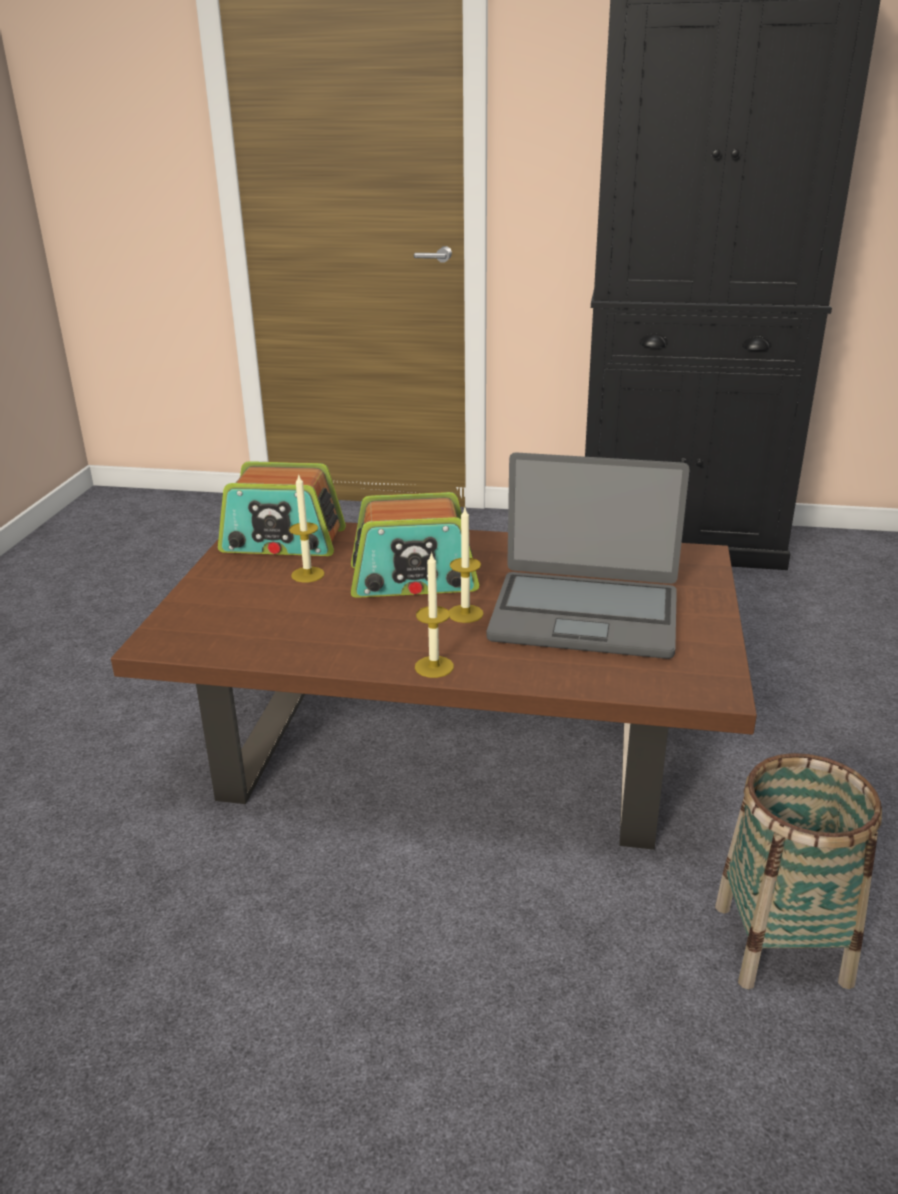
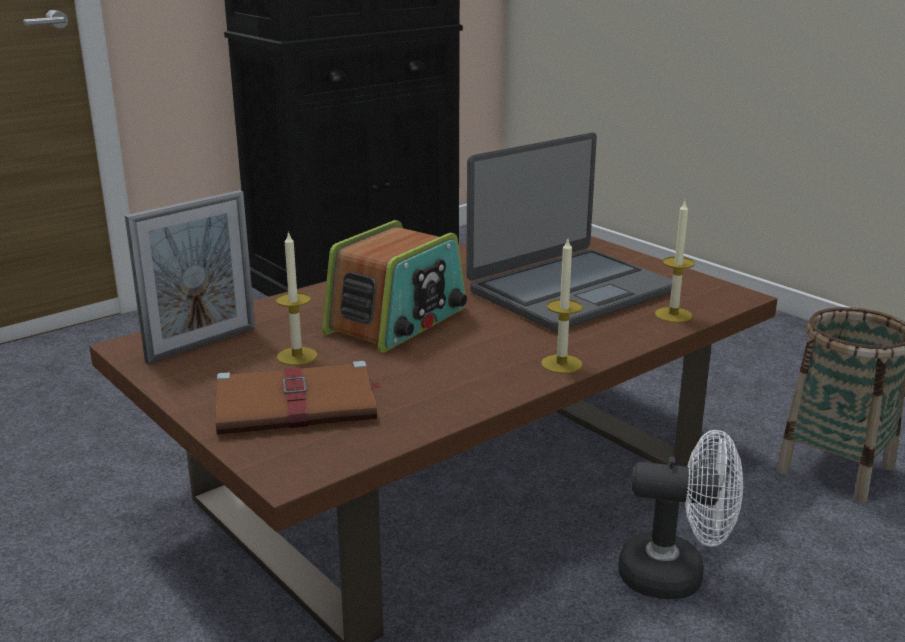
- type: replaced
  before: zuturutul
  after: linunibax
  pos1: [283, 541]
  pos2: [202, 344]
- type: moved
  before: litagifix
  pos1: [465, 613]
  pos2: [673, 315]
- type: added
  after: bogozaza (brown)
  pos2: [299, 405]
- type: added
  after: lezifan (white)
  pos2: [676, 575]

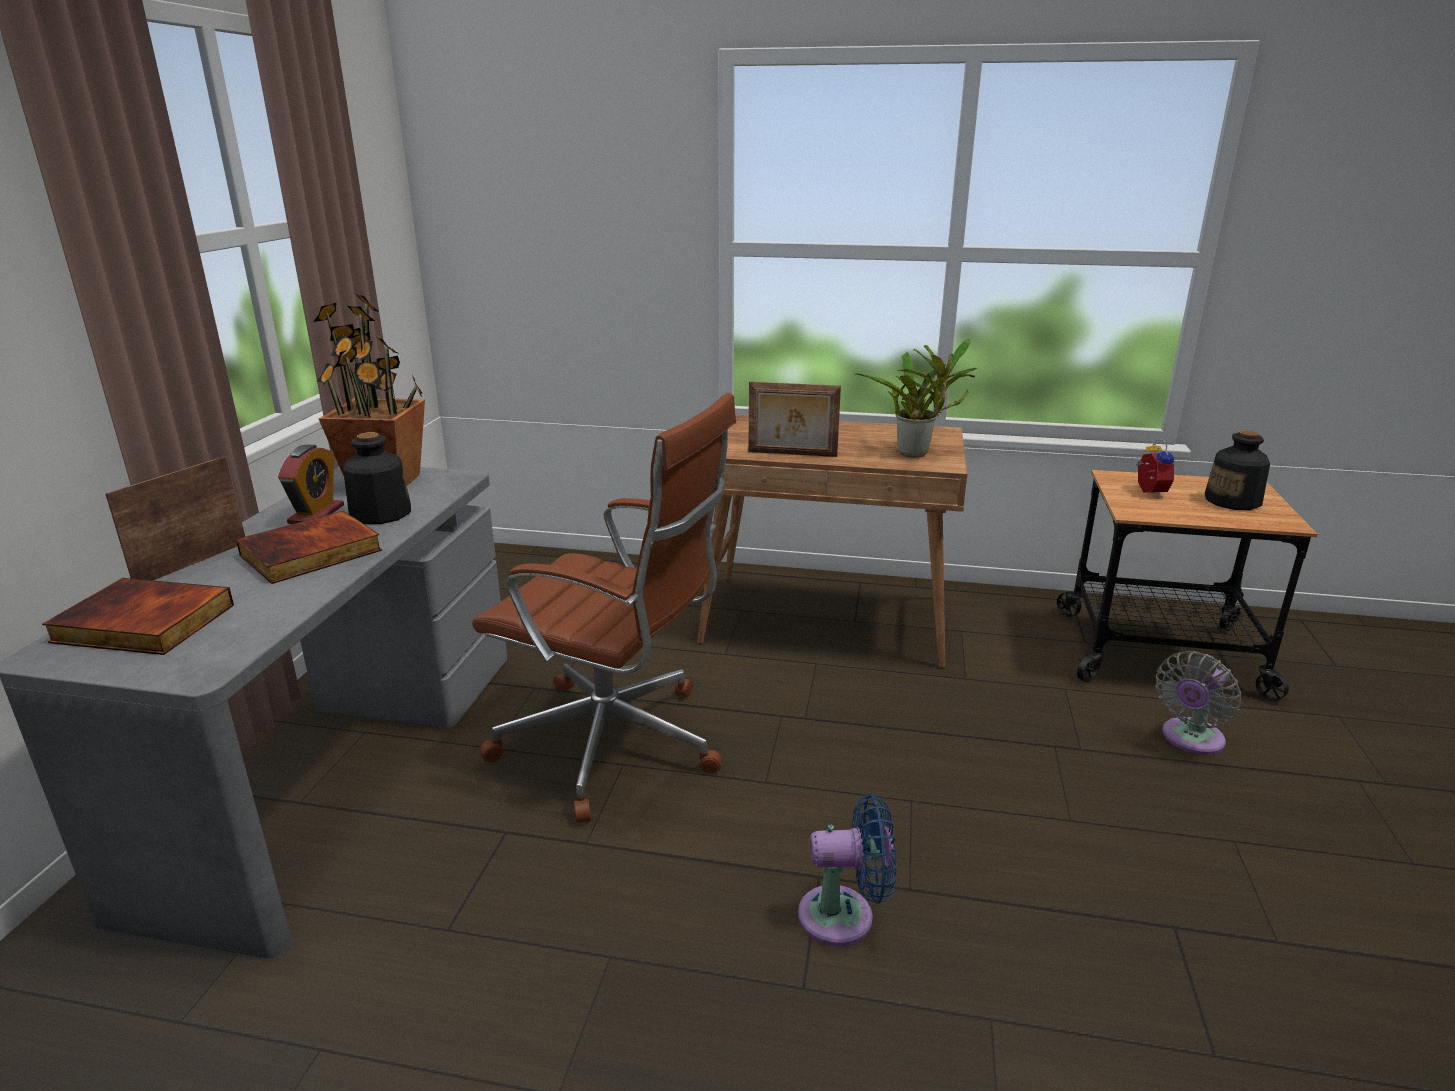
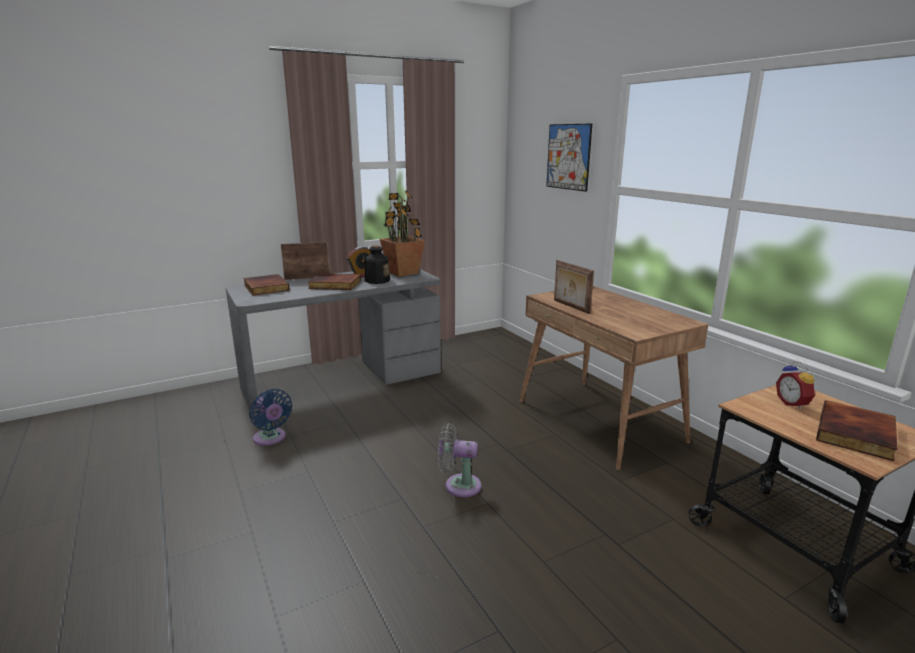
- type: removed
  before: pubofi
  pos1: [917, 453]
- type: removed
  before: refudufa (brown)
  pos1: [616, 745]
- type: replaced
  before: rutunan
  after: bogozaza
  pos1: [1233, 501]
  pos2: [857, 434]
- type: turned
  before: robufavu
  pos1: [1148, 492]
  pos2: [793, 404]
  turn: 120
- type: moved
  before: lezifan (grey)
  pos1: [1190, 740]
  pos2: [459, 485]
- type: moved
  before: lezifan (blue)
  pos1: [844, 916]
  pos2: [271, 439]
- type: added
  after: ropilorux
  pos2: [568, 157]

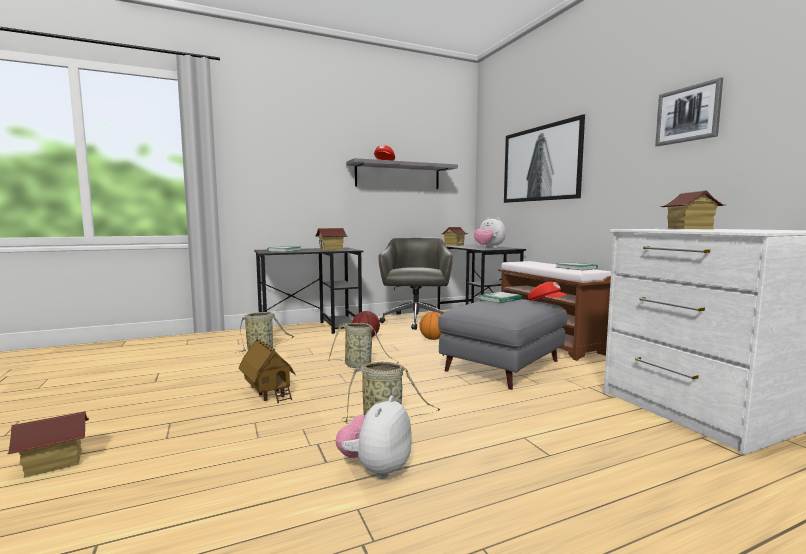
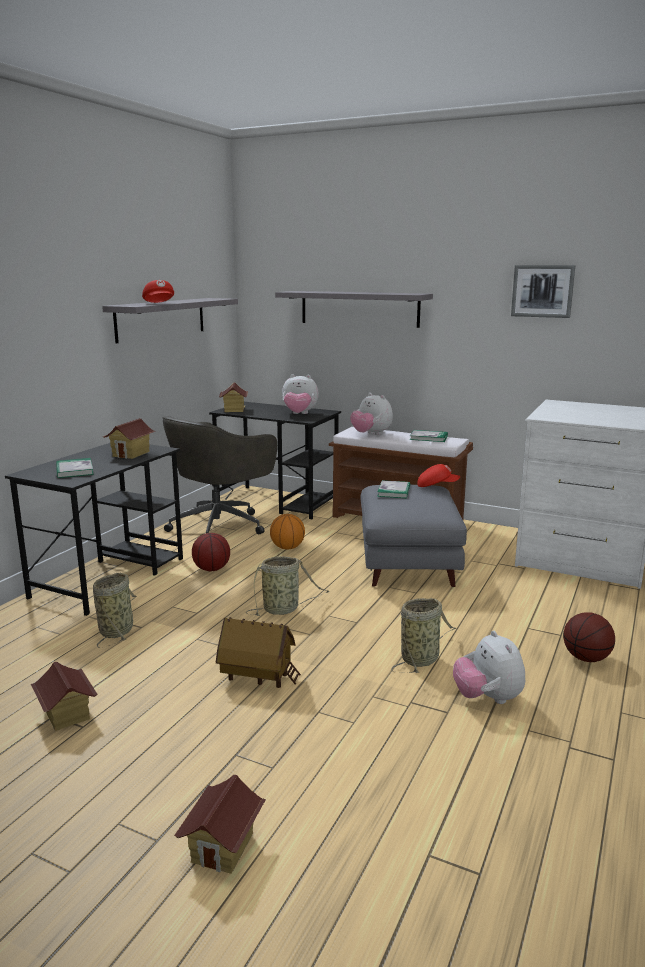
- type: replaced
  before: ropilorux
  after: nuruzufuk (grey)
  pos1: [541, 164]
  pos2: [359, 308]
- type: moved
  before: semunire
  pos1: [689, 229]
  pos2: [66, 715]
- type: turned
  before: refudufa (grey)
  pos1: [415, 321]
  pos2: [220, 526]
  turn: -105
- type: added
  after: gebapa
  pos2: [371, 434]
- type: added
  after: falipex
  pos2: [586, 658]

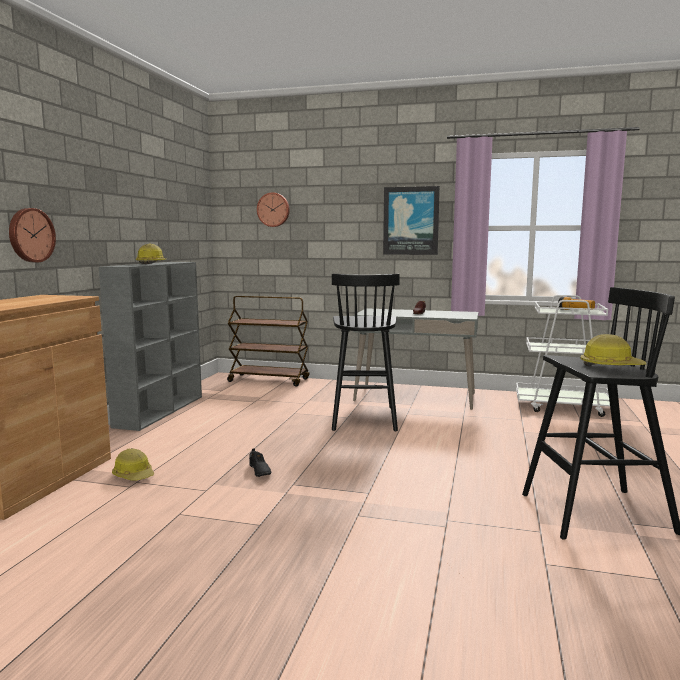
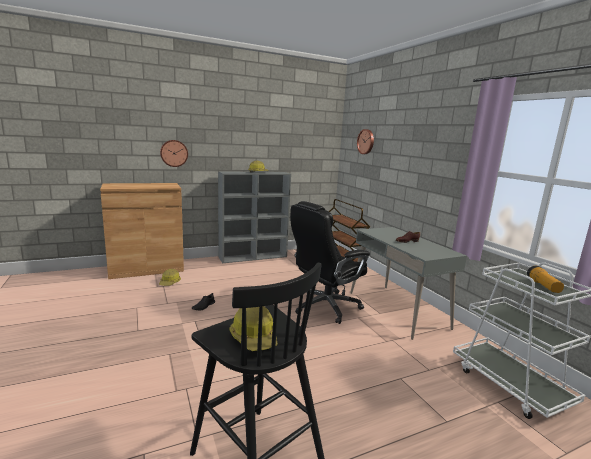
- type: removed
  before: ropilorux
  pos1: [411, 221]
- type: replaced
  before: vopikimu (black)
  after: refudufa (black)
  pos1: [364, 418]
  pos2: [324, 306]

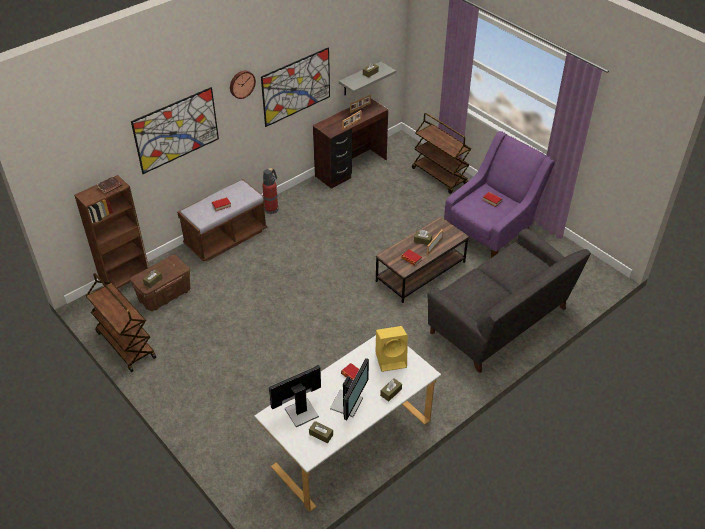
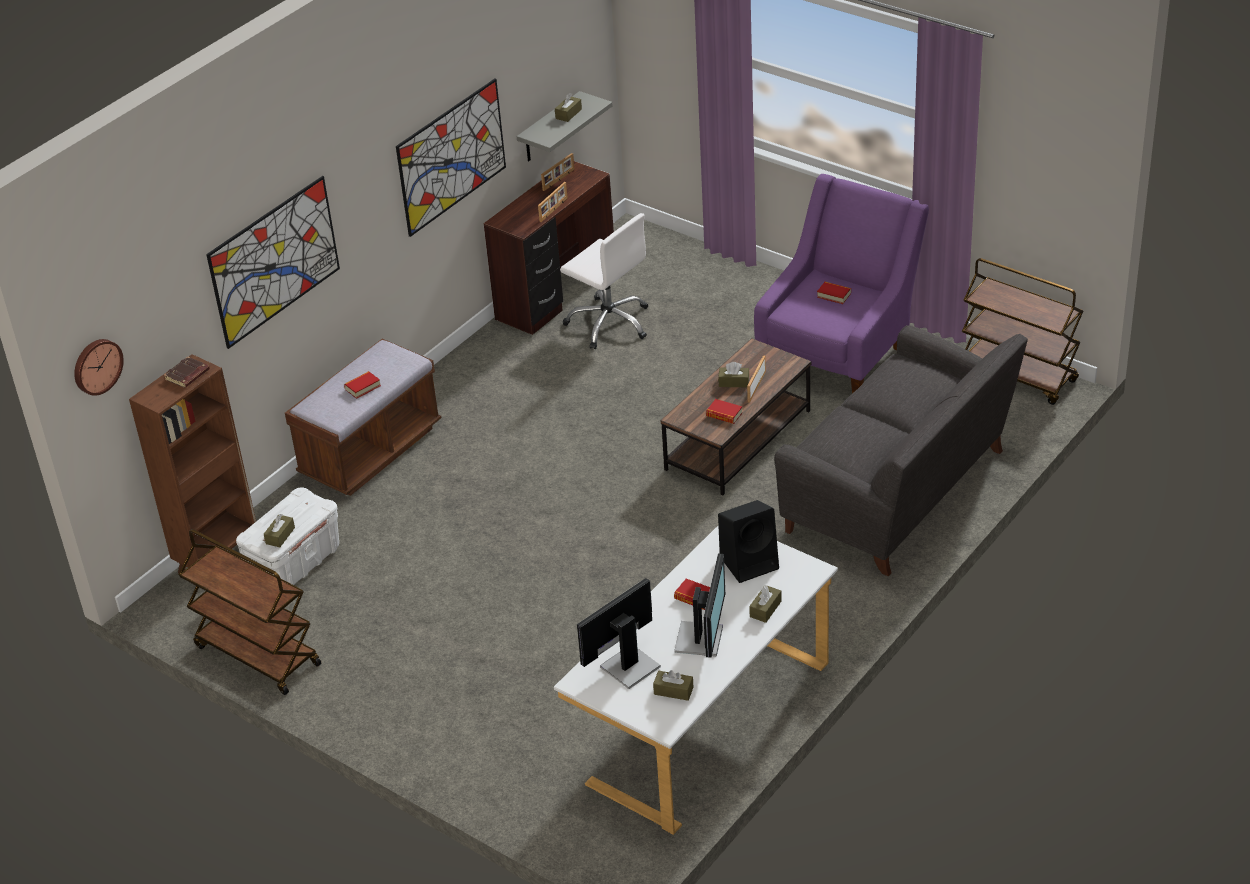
- type: moved
  before: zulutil
  pos1: [241, 84]
  pos2: [96, 366]
- type: moved
  before: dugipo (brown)
  pos1: [440, 176]
  pos2: [1018, 375]
- type: removed
  before: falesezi
  pos1: [272, 209]
- type: recoloured
  before: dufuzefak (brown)
  after: dufuzefak (white)
  pos1: [165, 294]
  pos2: [295, 563]
- type: recoloured
  before: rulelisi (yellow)
  after: rulelisi (black)
  pos1: [391, 359]
  pos2: [750, 562]
- type: added
  after: refudufa (white)
  pos2: [609, 323]

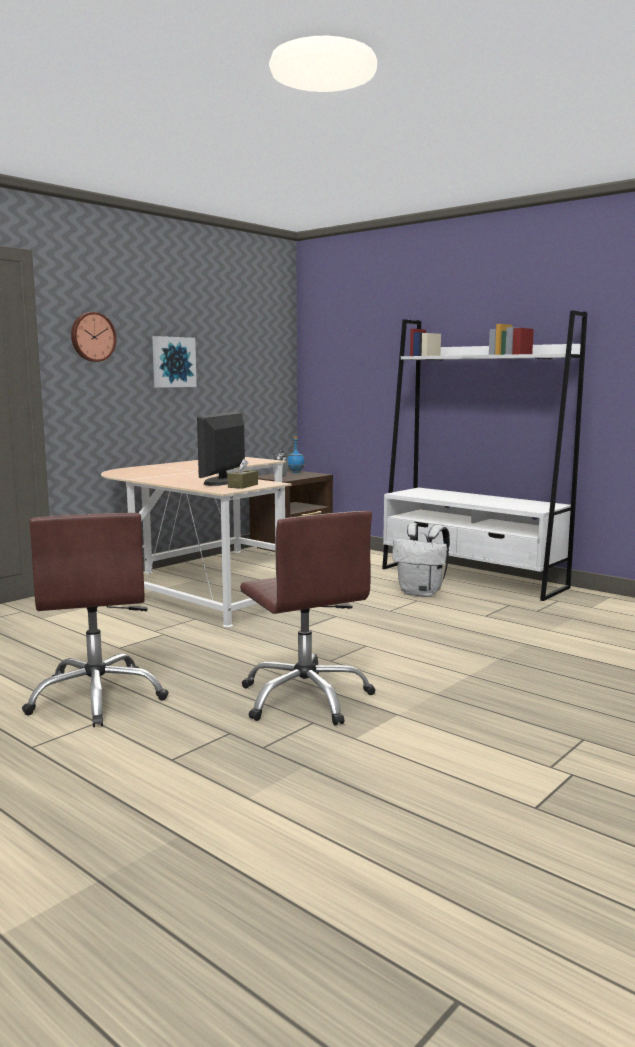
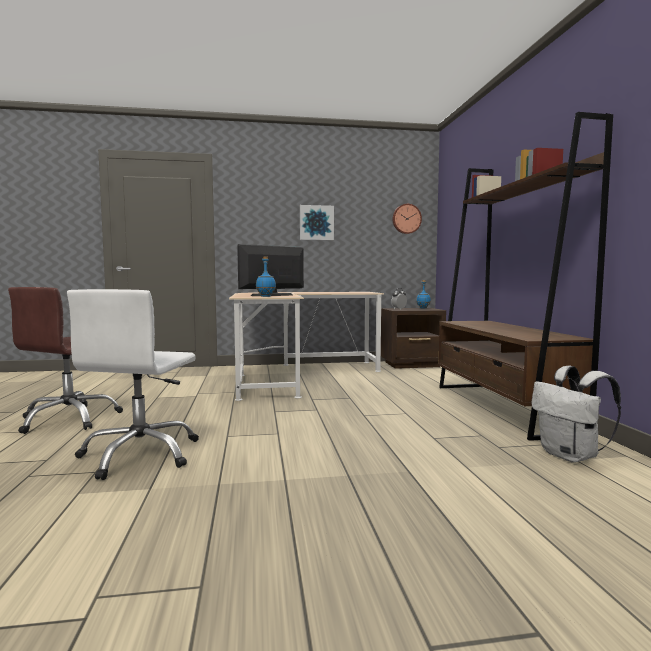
- type: recoloured
  before: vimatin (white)
  after: vimatin (brown)
  pos1: [472, 578]
  pos2: [502, 408]
- type: moved
  before: zulutil
  pos1: [92, 337]
  pos2: [406, 219]
- type: replaced
  before: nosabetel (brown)
  after: rutunan (blue)
  pos1: [243, 486]
  pos2: [266, 296]
- type: recoloured
  before: refudufa (brown)
  after: refudufa (white)
  pos1: [306, 698]
  pos2: [141, 454]
- type: moved
  before: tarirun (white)
  pos1: [421, 593]
  pos2: [571, 456]

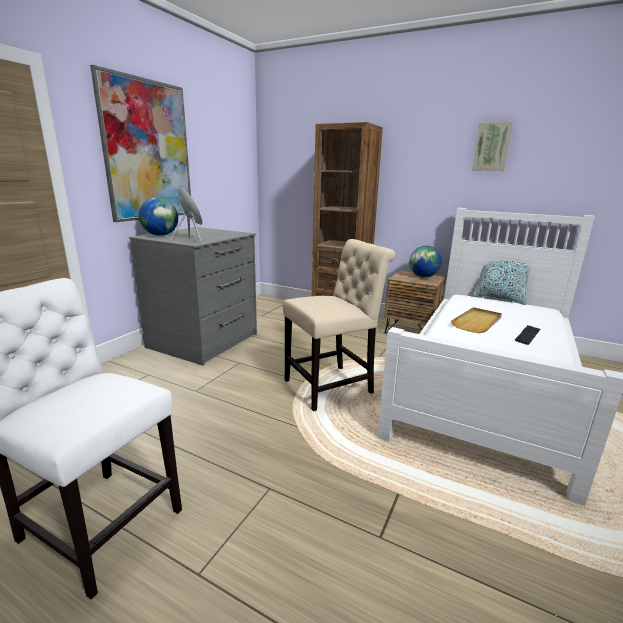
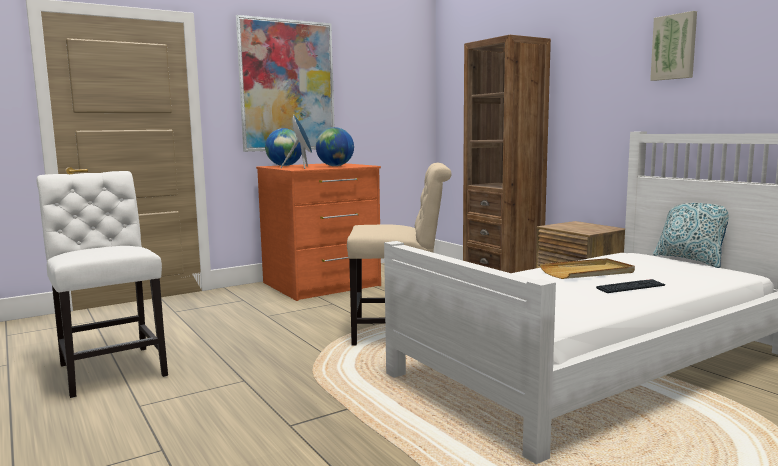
- type: recoloured
  before: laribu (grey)
  after: laribu (orange)
  pos1: [204, 341]
  pos2: [322, 284]
- type: moved
  before: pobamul
  pos1: [423, 276]
  pos2: [335, 166]

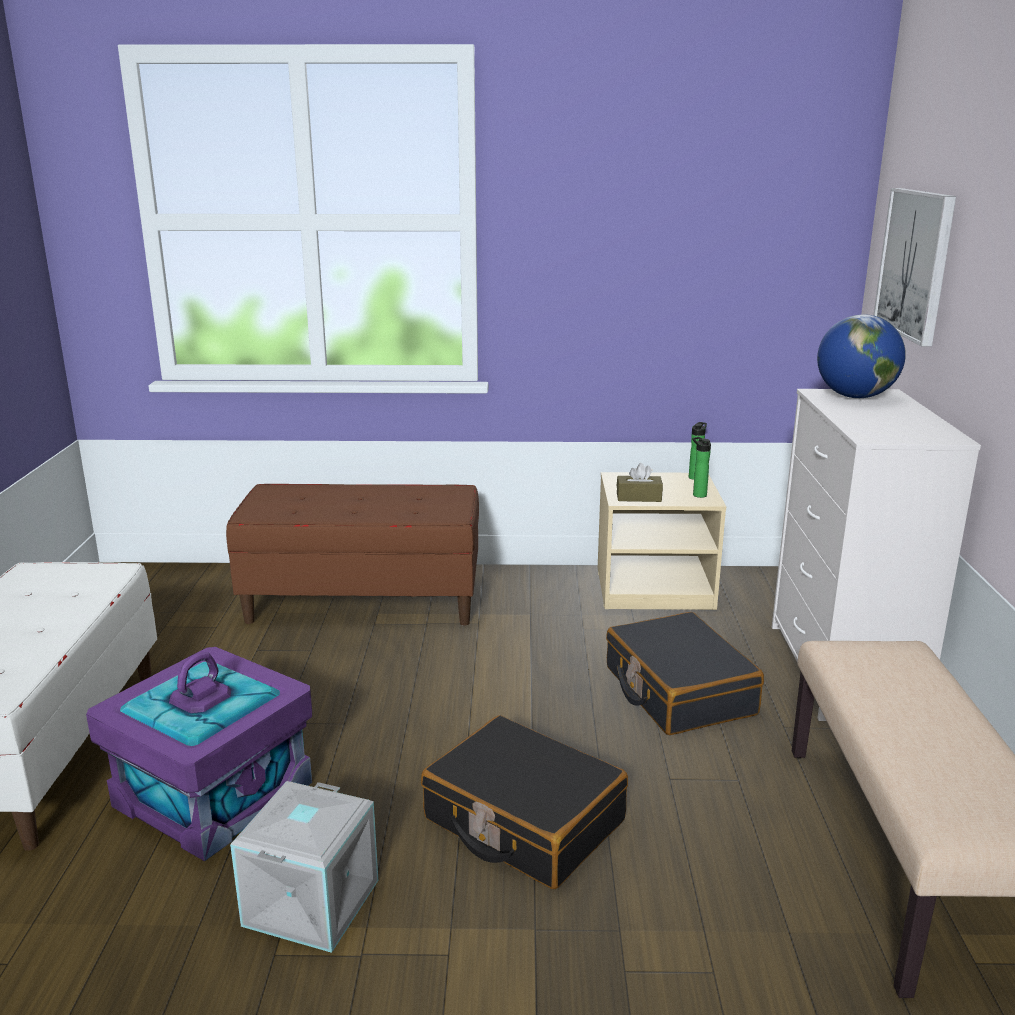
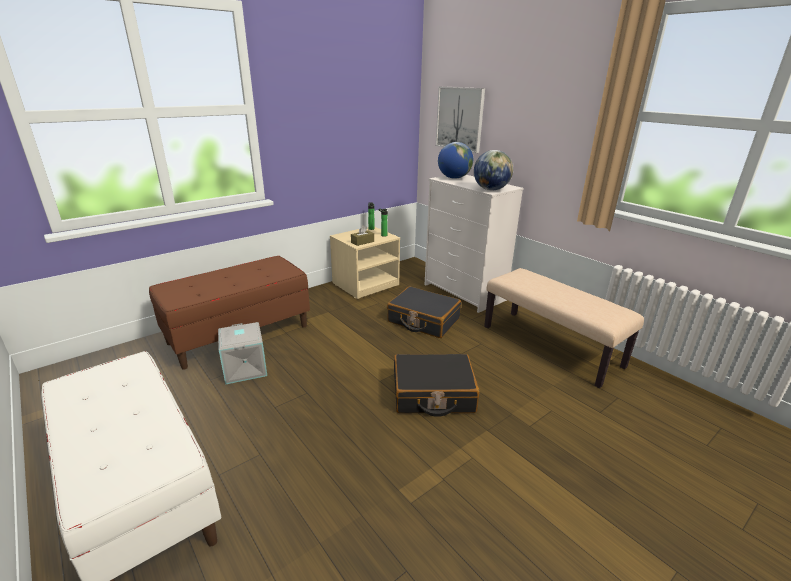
- type: removed
  before: dufuzefak (purple)
  pos1: [213, 794]
- type: moved
  before: dufuzefak (grey)
  pos1: [313, 904]
  pos2: [246, 368]
- type: added
  after: pobamul
  pos2: [491, 189]

